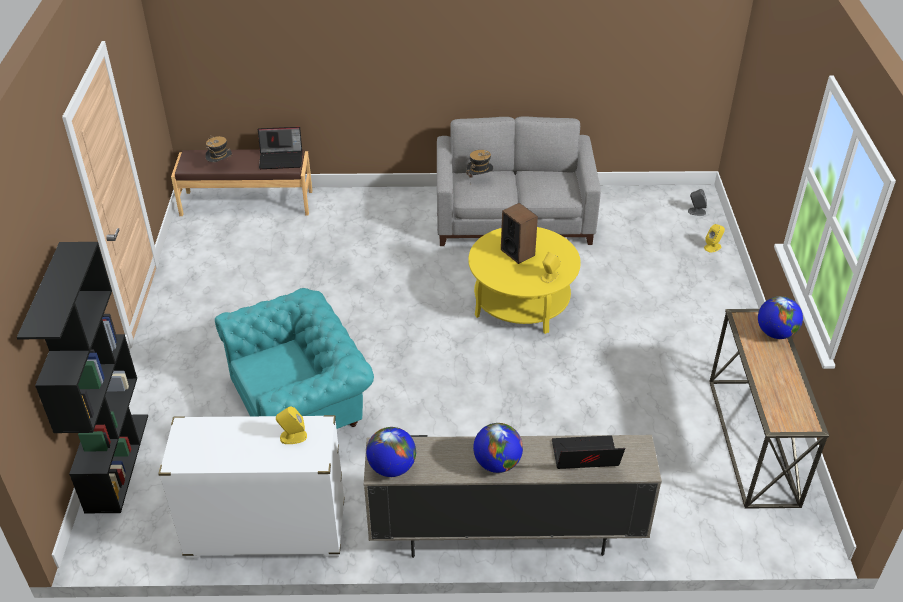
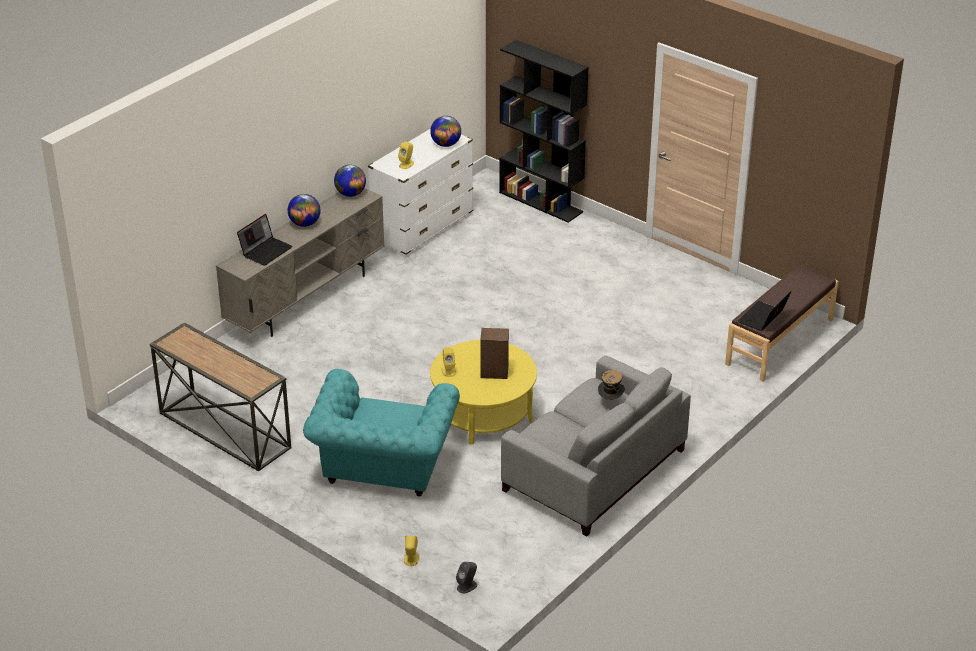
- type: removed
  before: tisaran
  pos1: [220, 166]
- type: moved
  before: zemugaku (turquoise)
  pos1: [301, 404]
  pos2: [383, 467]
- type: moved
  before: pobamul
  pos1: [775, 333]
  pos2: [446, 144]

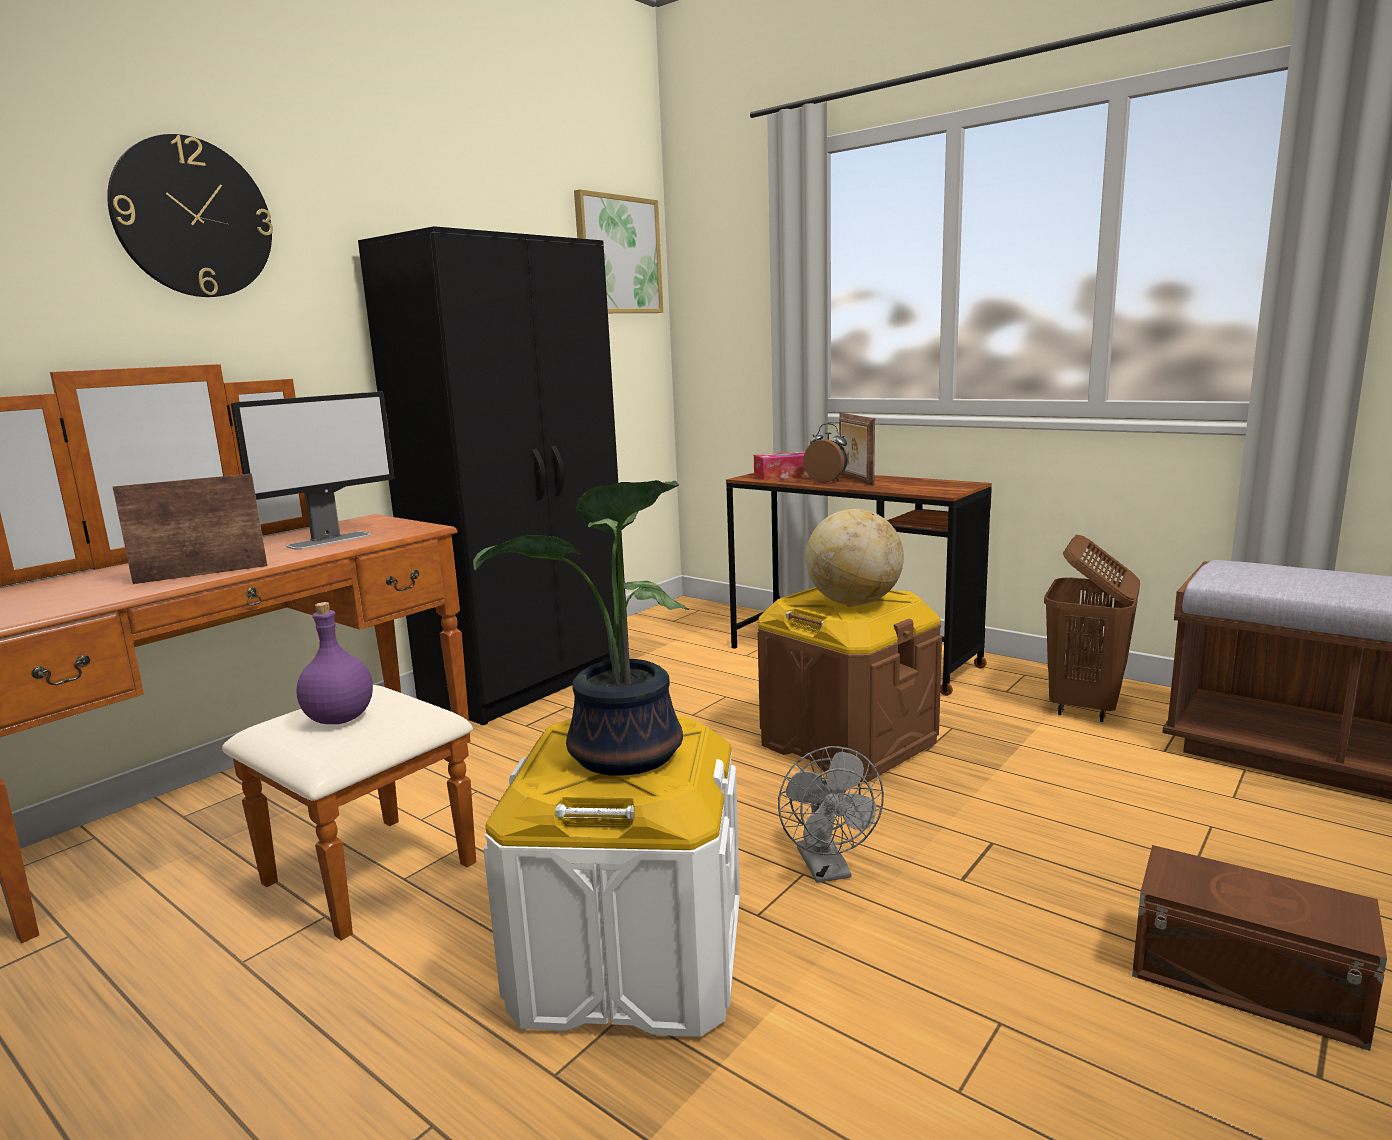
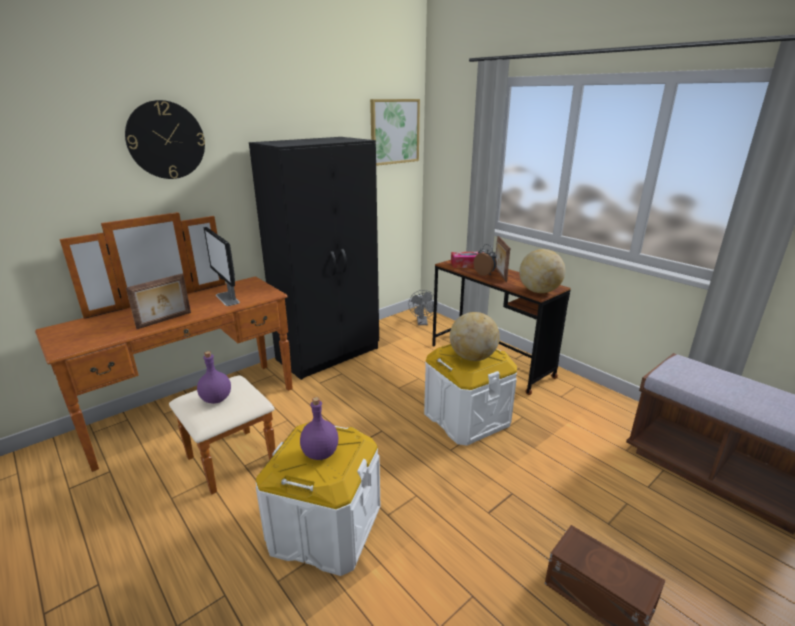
- type: turned
  before: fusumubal
  pos1: [330, 540]
  pos2: [227, 299]
  turn: 90
- type: turned
  before: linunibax
  pos1: [202, 574]
  pos2: [165, 321]
  turn: 150
- type: replaced
  before: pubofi
  after: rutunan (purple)
  pos1: [622, 757]
  pos2: [320, 454]
- type: removed
  before: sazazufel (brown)
  pos1: [1084, 706]
- type: recoloured
  before: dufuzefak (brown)
  after: dufuzefak (white)
  pos1: [847, 742]
  pos2: [466, 418]
- type: moved
  before: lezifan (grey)
  pos1: [828, 870]
  pos2: [422, 323]
- type: added
  after: pobamul
  pos2: [539, 291]

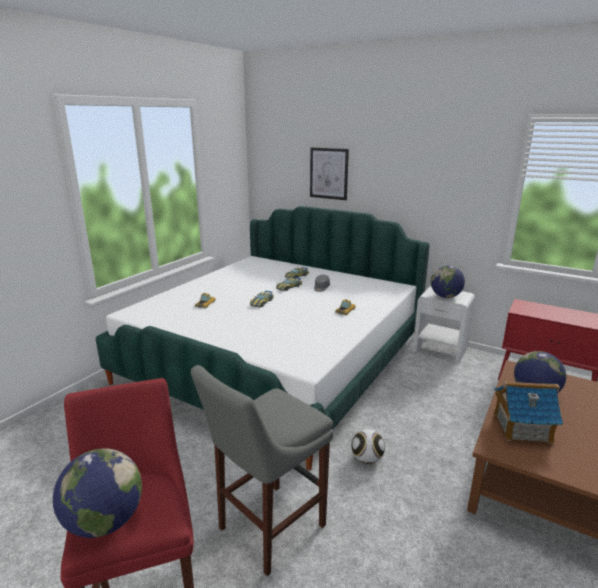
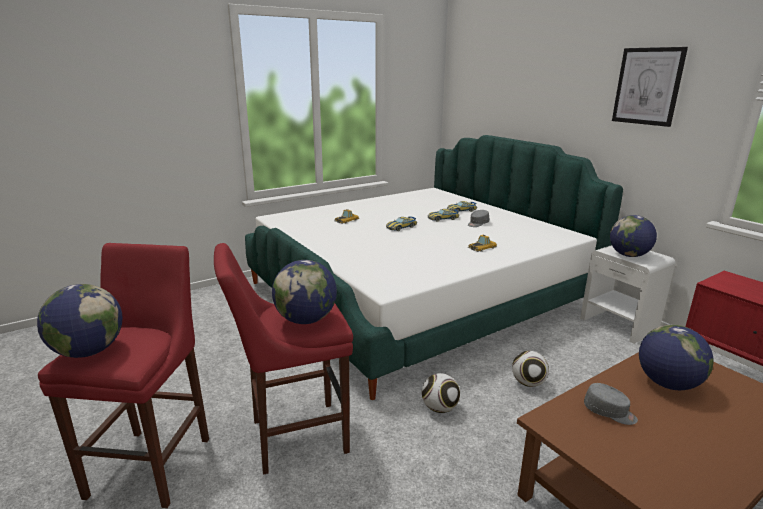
- type: moved
  before: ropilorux
  pos1: [329, 173]
  pos2: [647, 86]
- type: recoloured
  before: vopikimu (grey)
  after: vopikimu (red)
  pos1: [267, 529]
  pos2: [293, 436]
- type: replaced
  before: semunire
  after: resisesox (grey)
  pos1: [521, 427]
  pos2: [609, 412]
- type: added
  after: pobamul
  pos2: [306, 320]
- type: added
  after: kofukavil
  pos2: [528, 383]

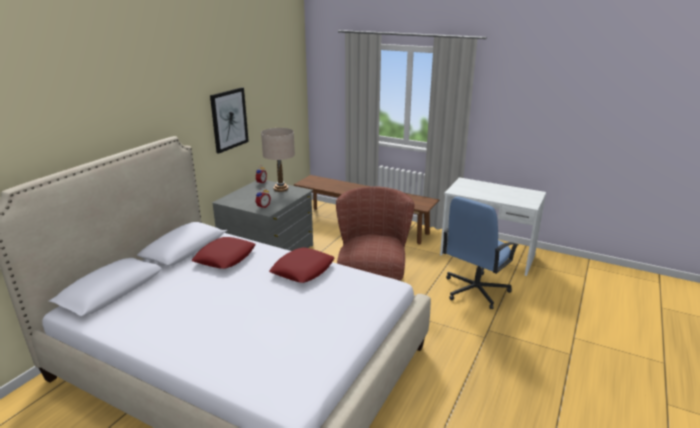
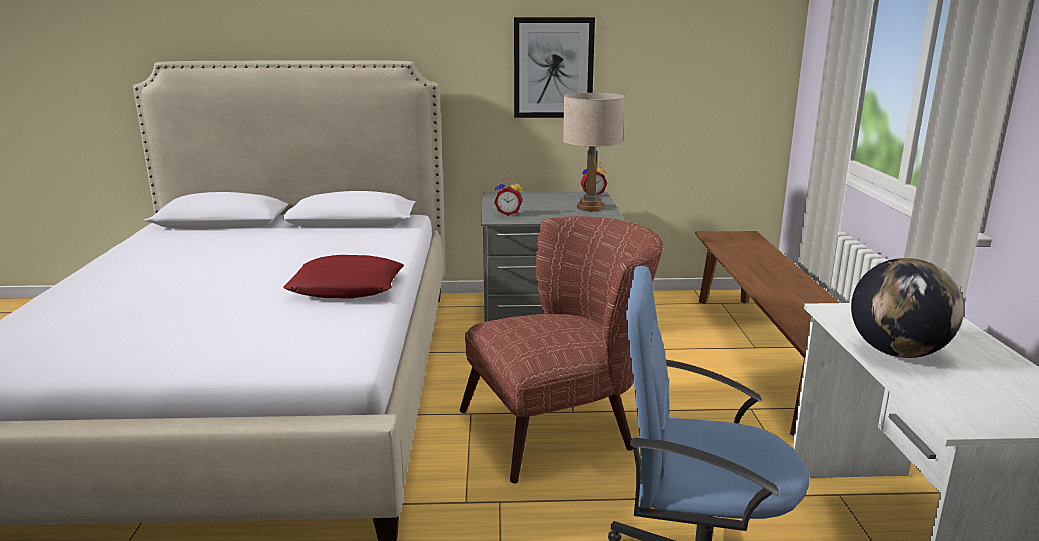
- type: removed
  before: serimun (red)
  pos1: [225, 257]
- type: added
  after: pobamul
  pos2: [897, 352]

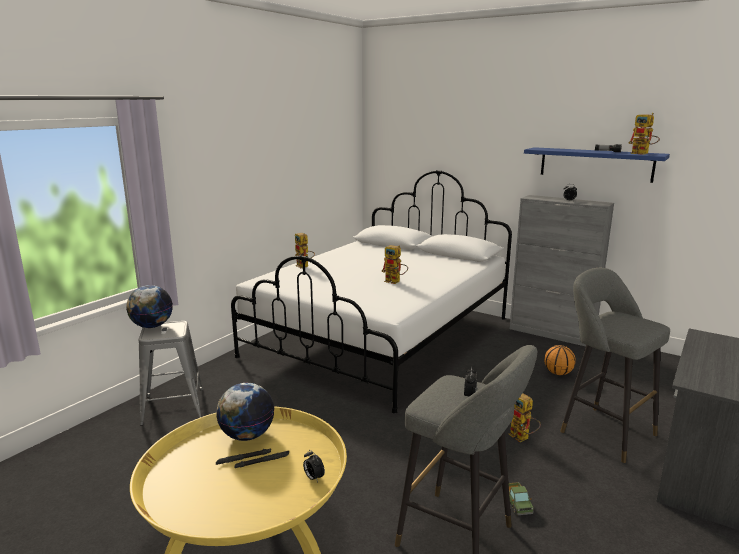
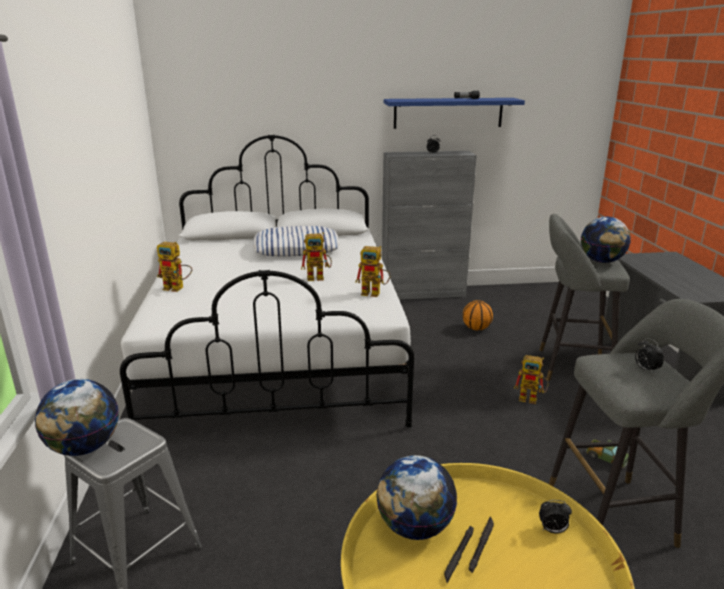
- type: moved
  before: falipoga
  pos1: [643, 153]
  pos2: [375, 293]
- type: added
  after: pobamul
  pos2: [601, 261]
- type: added
  after: serimun
  pos2: [296, 248]

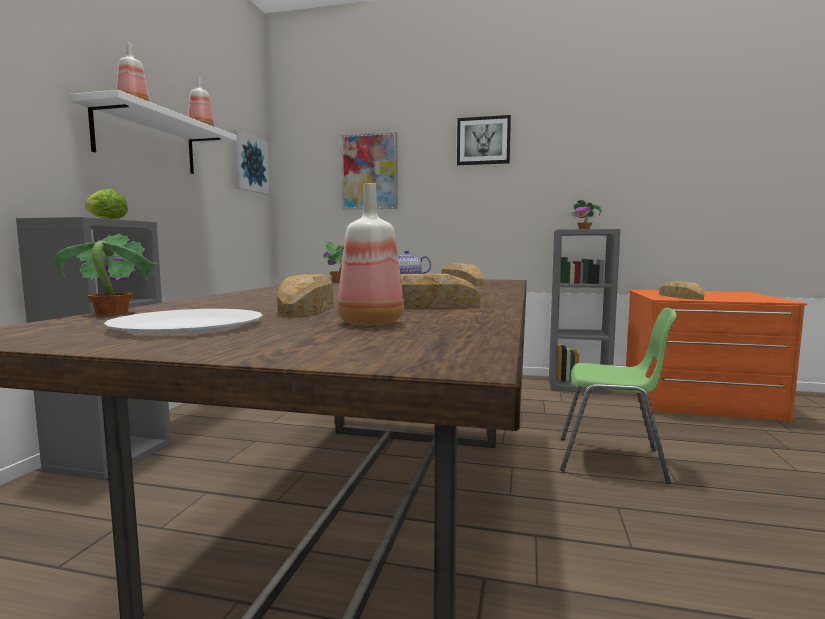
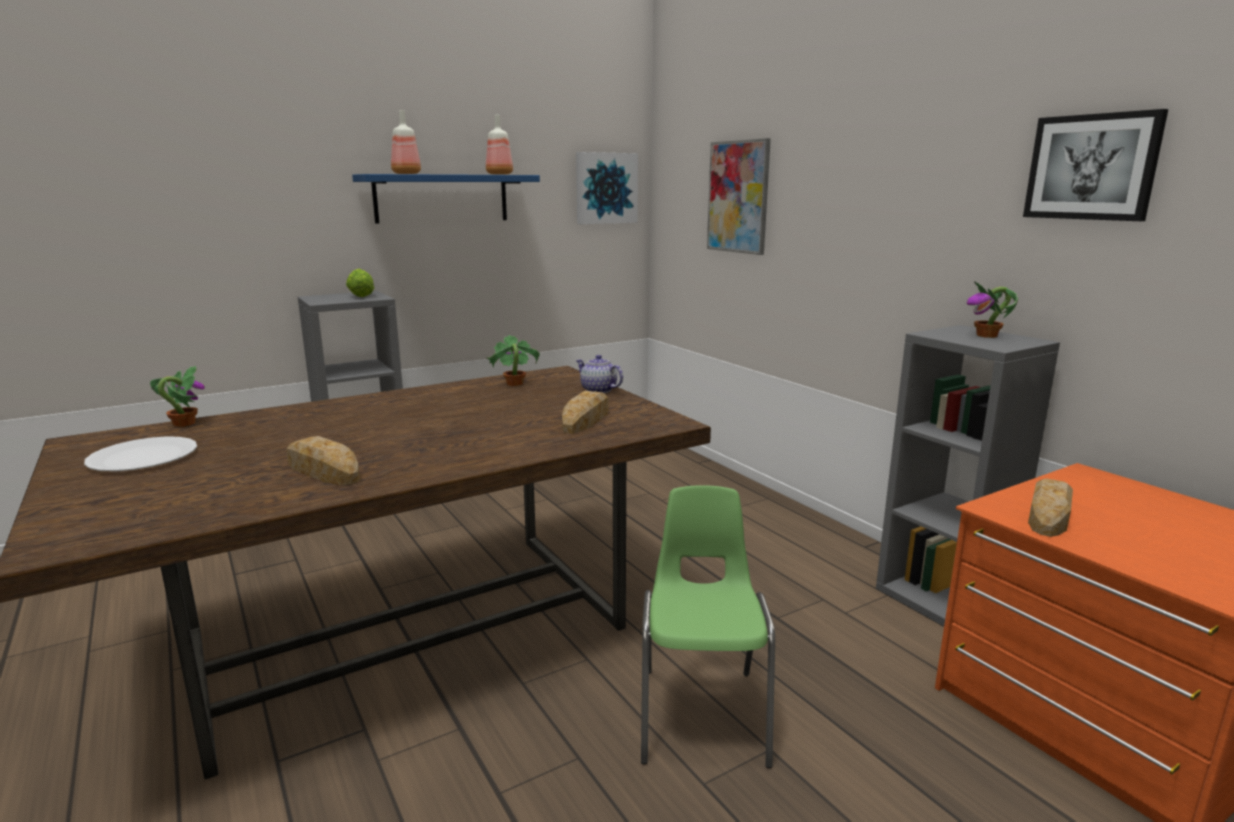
- type: recoloured
  before: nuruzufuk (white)
  after: nuruzufuk (blue)
  pos1: [147, 141]
  pos2: [442, 198]
- type: moved
  before: ropilorux
  pos1: [483, 141]
  pos2: [1092, 167]
- type: removed
  before: rutunan
  pos1: [368, 322]
- type: removed
  before: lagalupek
  pos1: [308, 308]
- type: turned
  before: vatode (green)
  pos1: [612, 460]
  pos2: [702, 714]
  turn: -150

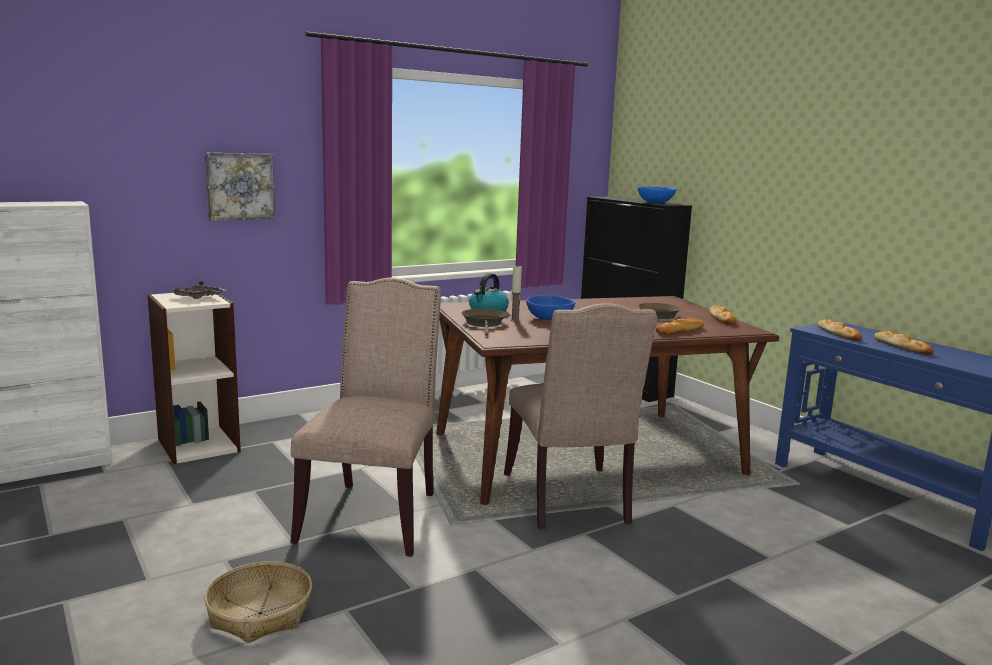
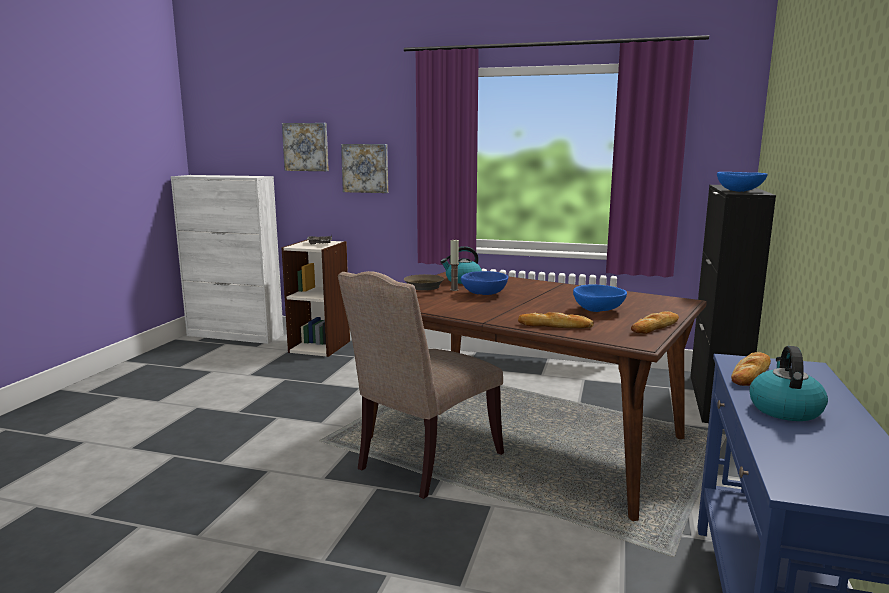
- type: removed
  before: vatode (beige)
  pos1: [374, 514]
- type: replaced
  before: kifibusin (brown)
  after: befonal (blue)
  pos1: [657, 315]
  pos2: [597, 310]
- type: replaced
  before: lagalupek
  after: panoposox
  pos1: [901, 347]
  pos2: [784, 409]
- type: removed
  before: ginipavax
  pos1: [260, 613]
- type: added
  after: ropilorux
  pos2: [306, 147]

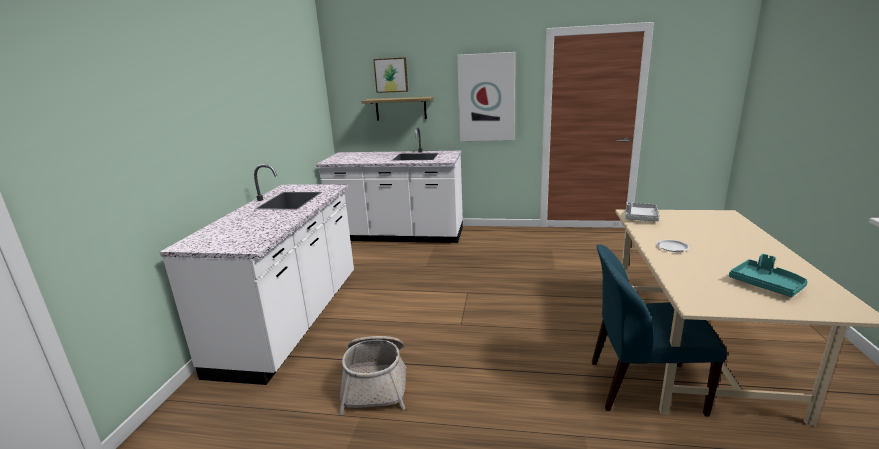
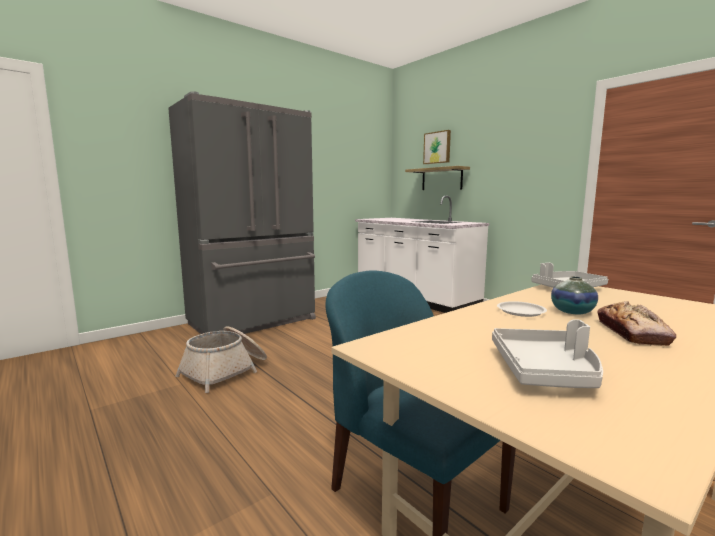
- type: removed
  before: ropilorux
  pos1: [486, 98]
- type: replaced
  before: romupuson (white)
  after: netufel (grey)
  pos1: [292, 321]
  pos2: [254, 322]
- type: recoloured
  before: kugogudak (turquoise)
  after: kugogudak (grey)
  pos1: [766, 285]
  pos2: [545, 371]
- type: added
  after: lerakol
  pos2: [572, 312]
- type: added
  after: lagalupek
  pos2: [631, 333]

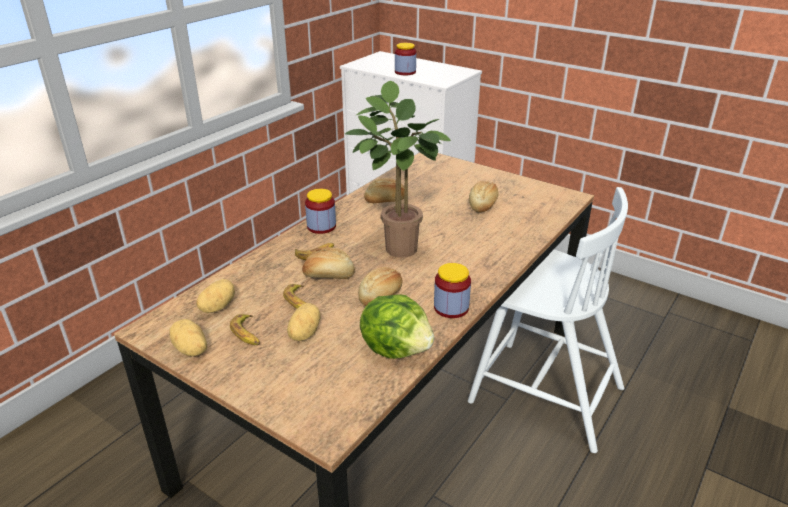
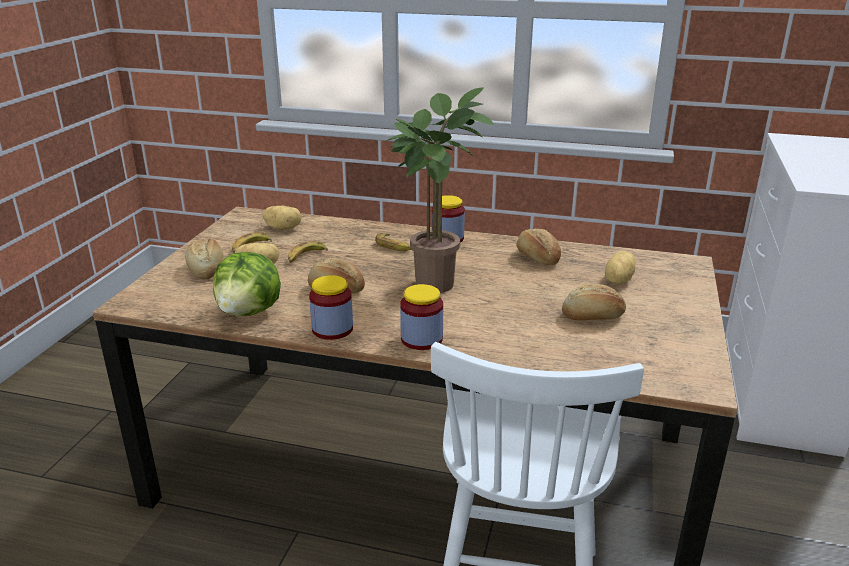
- type: moved
  before: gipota
  pos1: [405, 72]
  pos2: [421, 339]
- type: moved
  before: lagalupek
  pos1: [329, 275]
  pos2: [206, 269]
- type: moved
  before: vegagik
  pos1: [190, 350]
  pos2: [617, 280]

